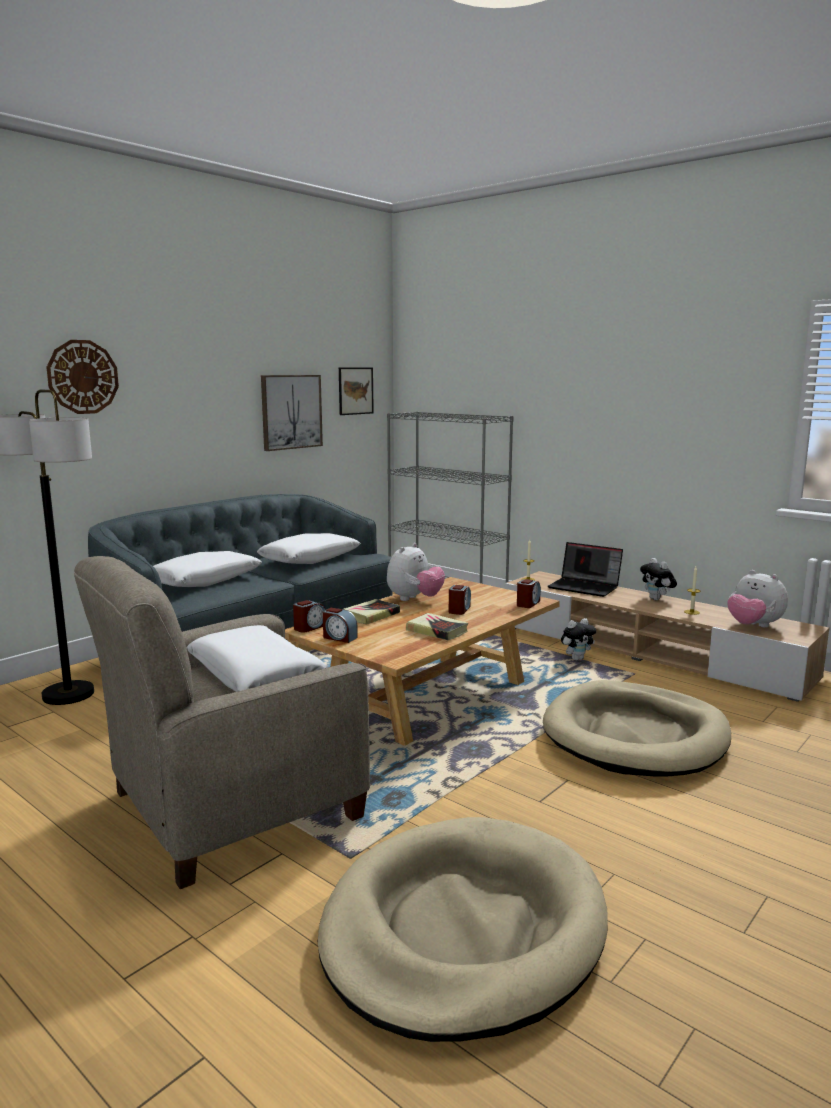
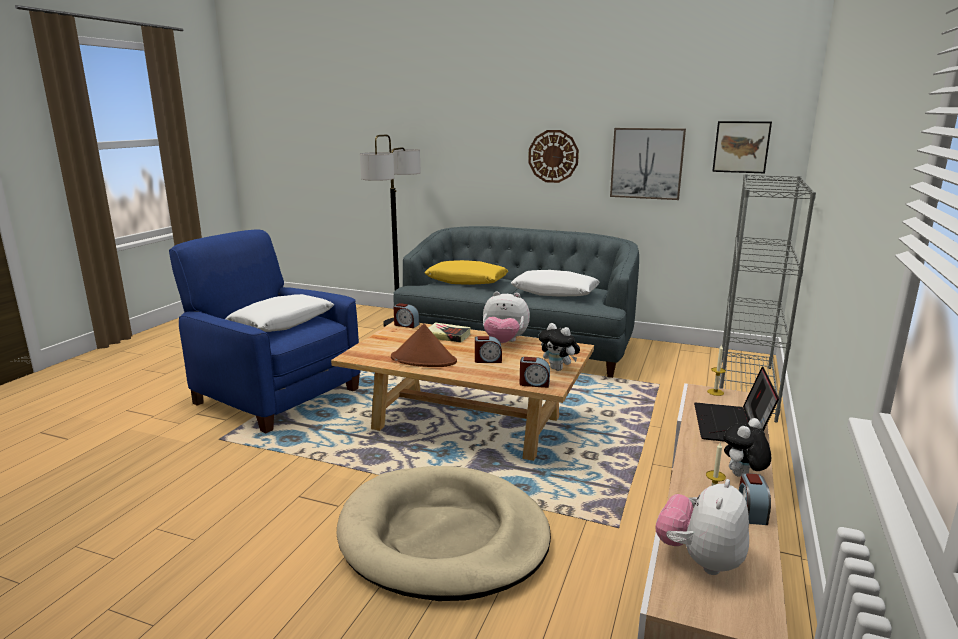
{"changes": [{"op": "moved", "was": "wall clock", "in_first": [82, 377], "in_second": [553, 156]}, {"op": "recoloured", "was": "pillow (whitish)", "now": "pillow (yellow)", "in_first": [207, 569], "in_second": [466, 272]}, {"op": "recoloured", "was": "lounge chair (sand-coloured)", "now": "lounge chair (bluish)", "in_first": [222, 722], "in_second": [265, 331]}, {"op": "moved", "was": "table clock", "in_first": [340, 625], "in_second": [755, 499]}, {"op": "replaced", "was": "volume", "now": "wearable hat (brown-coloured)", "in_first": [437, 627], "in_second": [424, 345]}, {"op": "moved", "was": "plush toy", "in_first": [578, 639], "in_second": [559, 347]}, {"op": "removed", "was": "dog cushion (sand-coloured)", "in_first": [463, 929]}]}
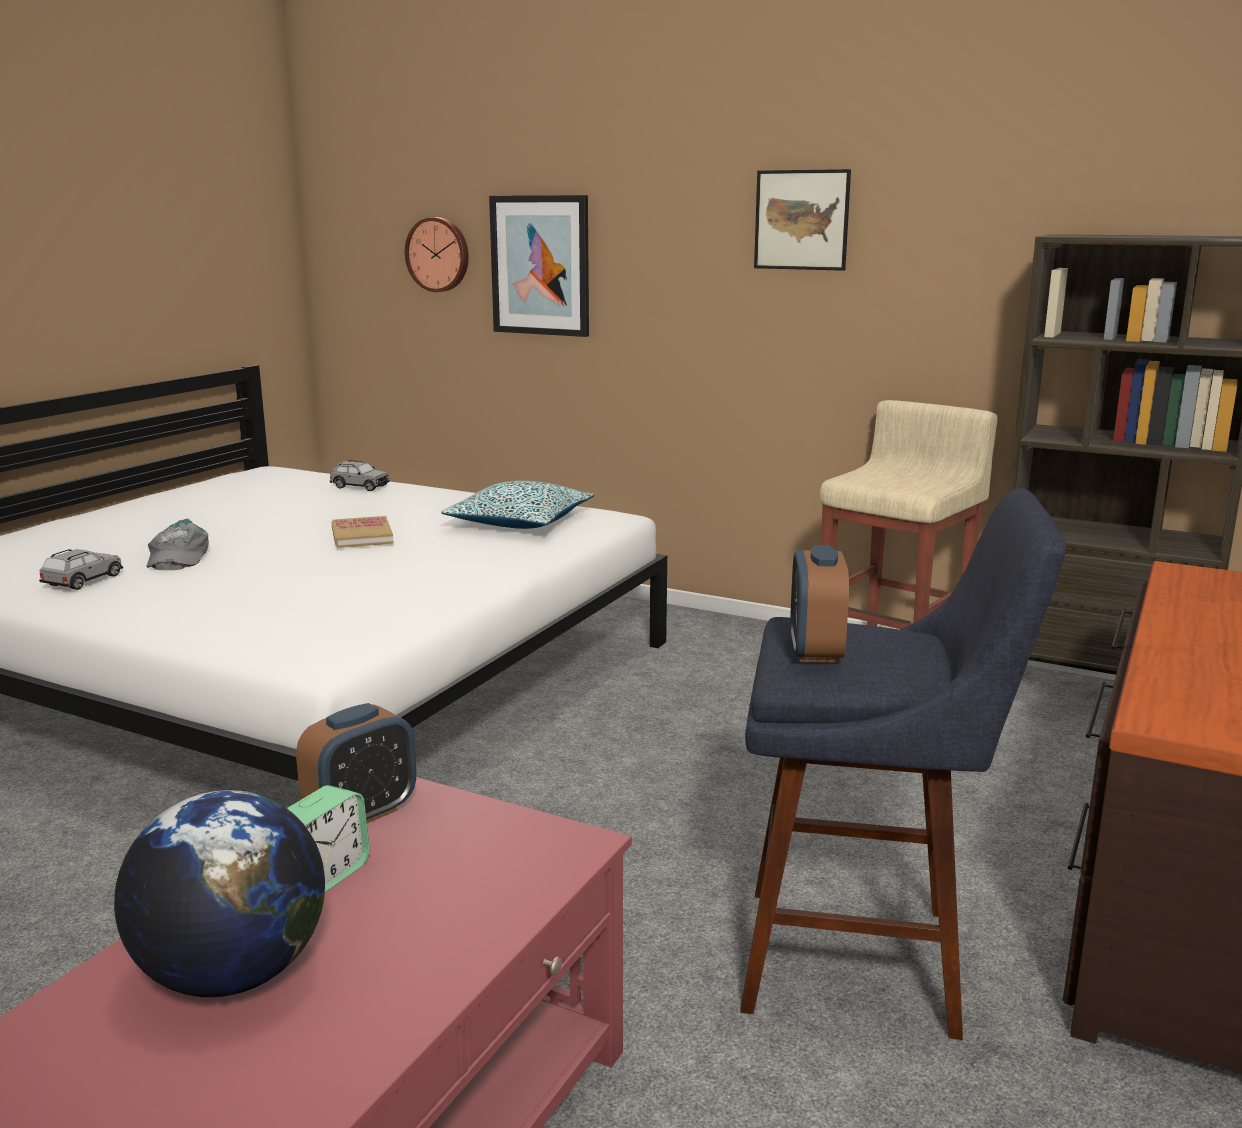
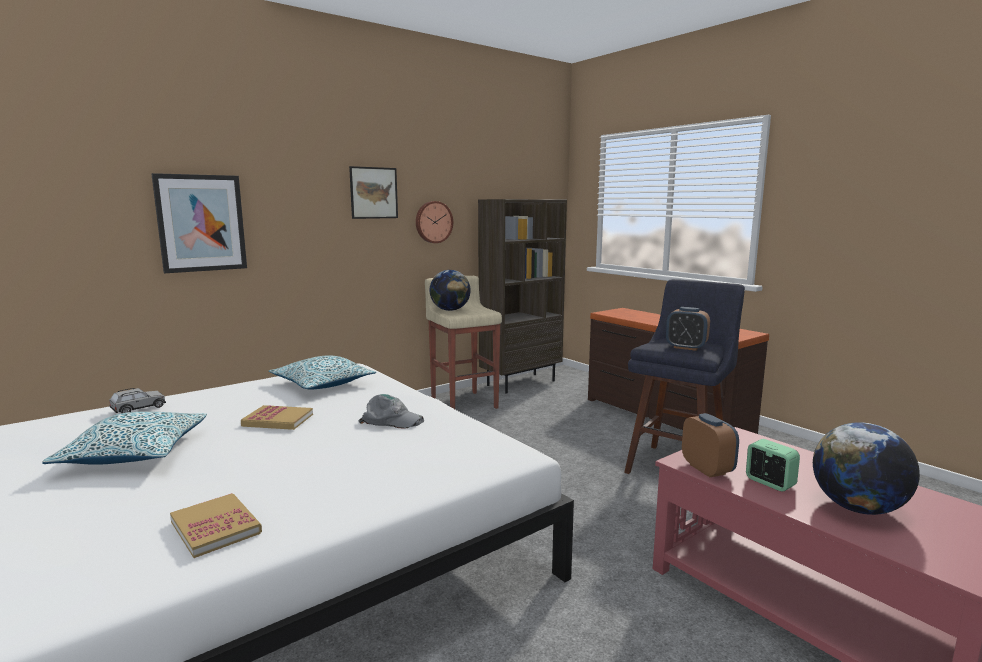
{"changes": [{"op": "moved", "was": "wall clock", "in_first": [437, 254], "in_second": [434, 222]}, {"op": "moved", "was": "cap (greyish)", "in_first": [177, 544], "in_second": [391, 411]}, {"op": "replaced", "was": "model car (greyish)", "now": "volume", "in_first": [81, 569], "in_second": [216, 525]}, {"op": "added", "now": "world globe", "in_second": [450, 290]}, {"op": "added", "now": "pillow", "in_second": [124, 438]}]}
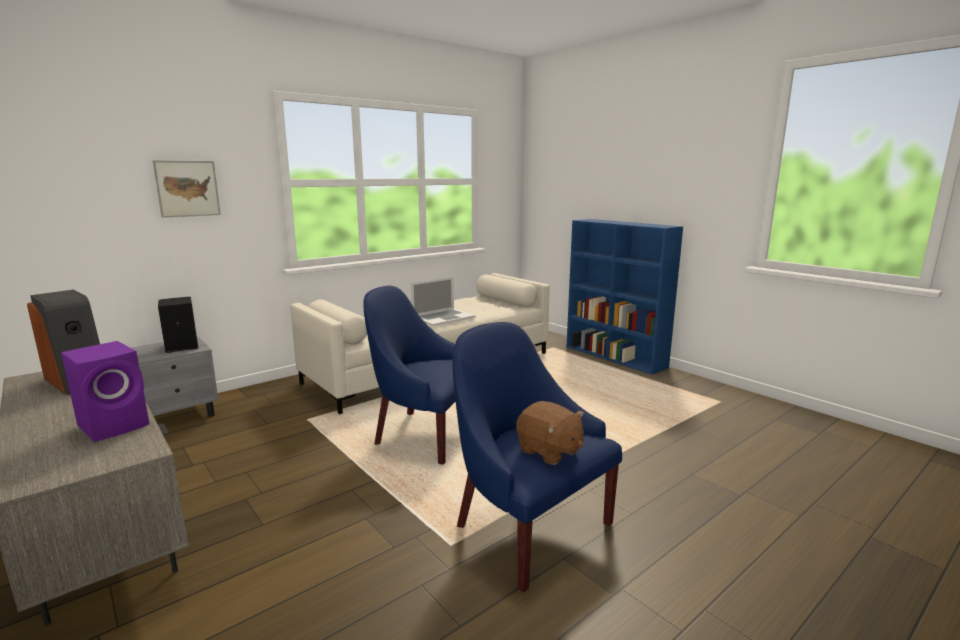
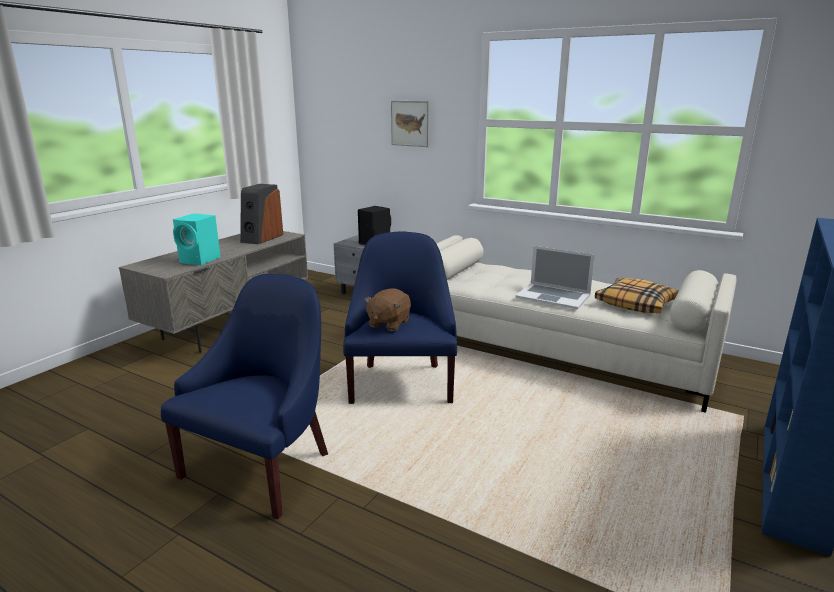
{"changes": [{"op": "recoloured", "was": "loudspeaker (purple-coloured)", "now": "loudspeaker (turquoise-coloured)", "in_first": [105, 391], "in_second": [197, 239]}, {"op": "moved", "was": "plush toy (brown-coloured)", "in_first": [550, 433], "in_second": [388, 309]}, {"op": "added", "now": "pillow", "in_second": [637, 295]}]}
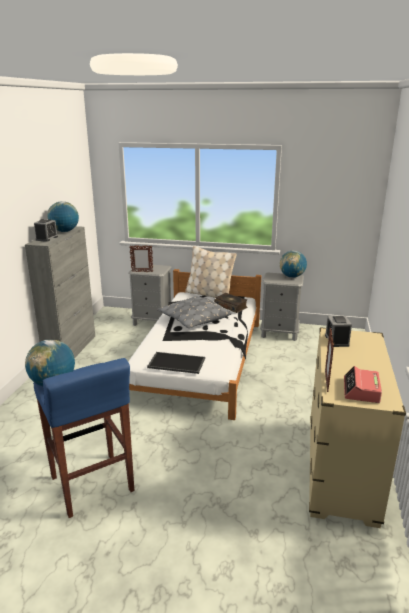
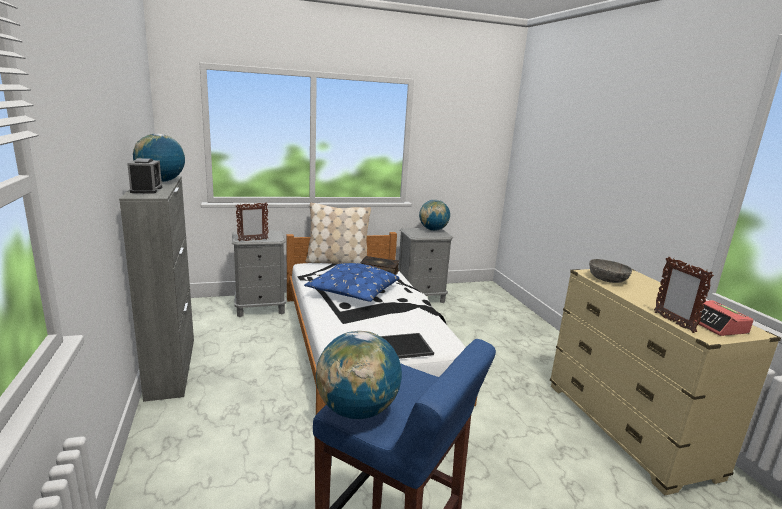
{"changes": [{"op": "recoloured", "was": "pillow (greyish)", "now": "pillow (bluish)", "in_first": [194, 312], "in_second": [352, 282]}, {"op": "replaced", "was": "table clock", "now": "serving bowl (greyish)", "in_first": [338, 331], "in_second": [610, 271]}]}
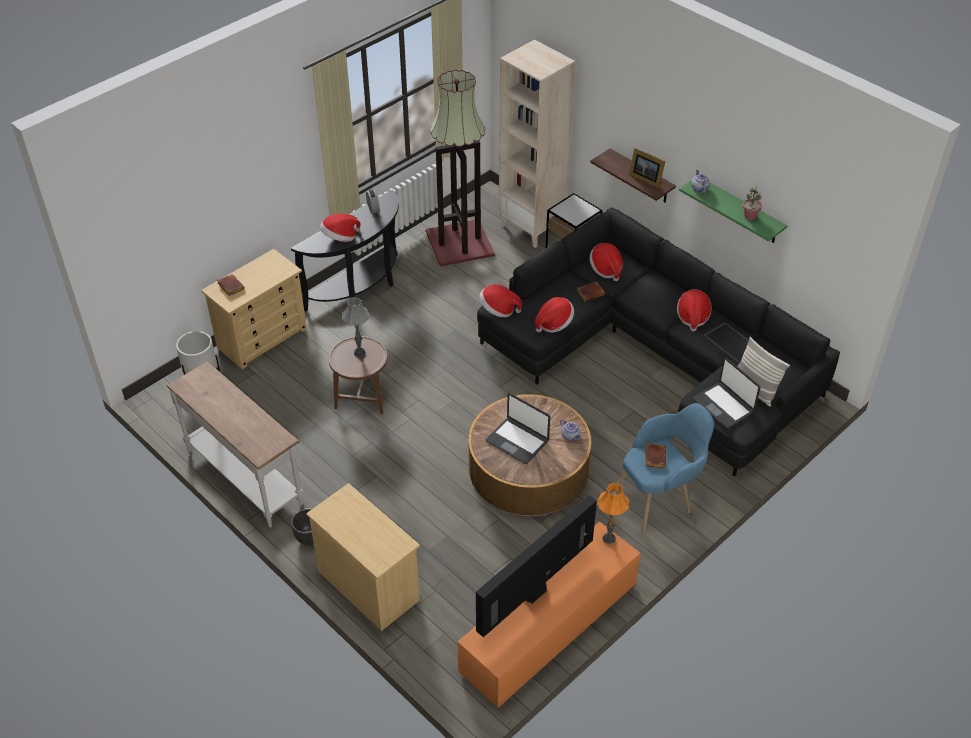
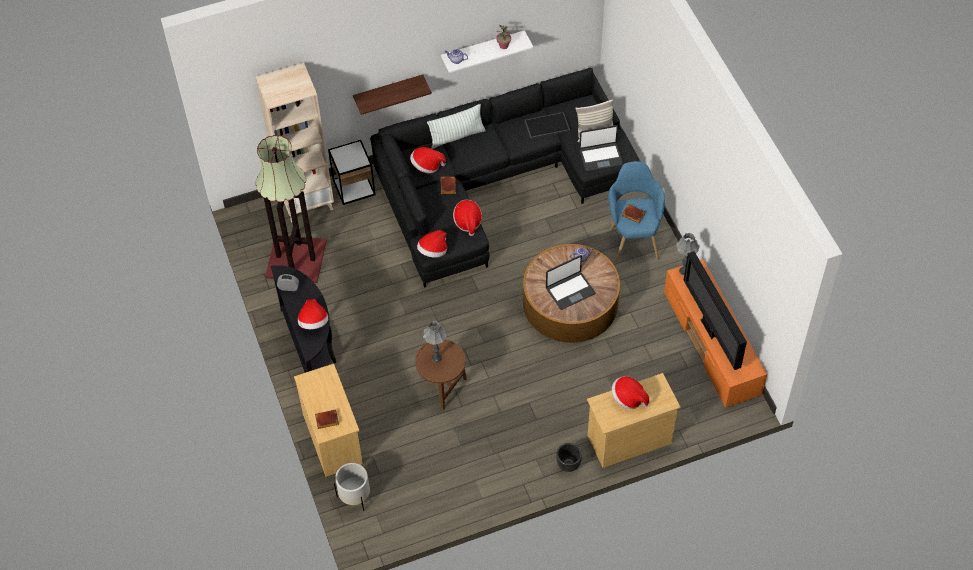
{"changes": [{"op": "removed", "was": "photo frame", "in_first": [647, 168]}, {"op": "recoloured", "was": "bracket shelf (green-coloured)", "now": "bracket shelf (whitish)", "in_first": [733, 211], "in_second": [487, 51]}, {"op": "moved", "was": "wearable hat", "in_first": [694, 310], "in_second": [630, 392]}, {"op": "removed", "was": "console table (whitish)", "in_first": [235, 444]}, {"op": "recoloured", "was": "table lamp (orangey)", "now": "table lamp (greyish)", "in_first": [613, 513], "in_second": [688, 254]}, {"op": "added", "now": "pillow", "in_second": [456, 126]}]}
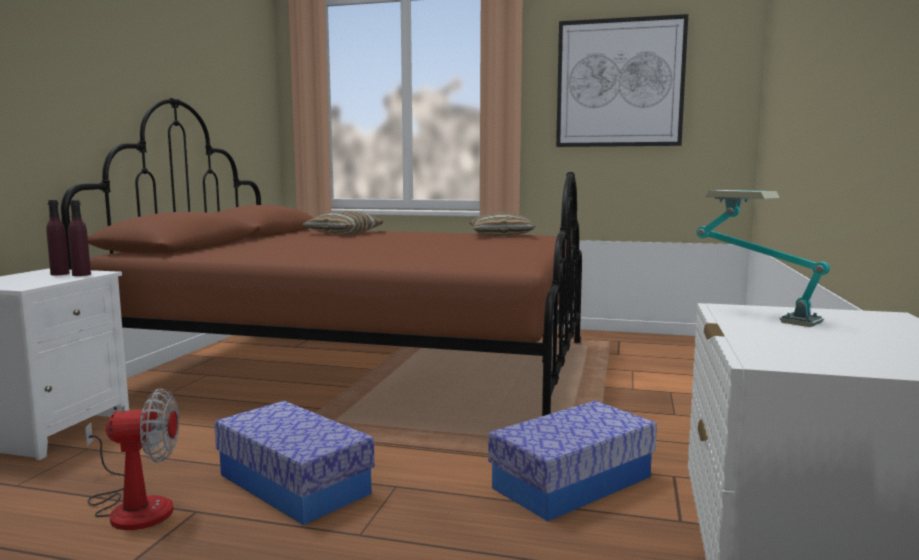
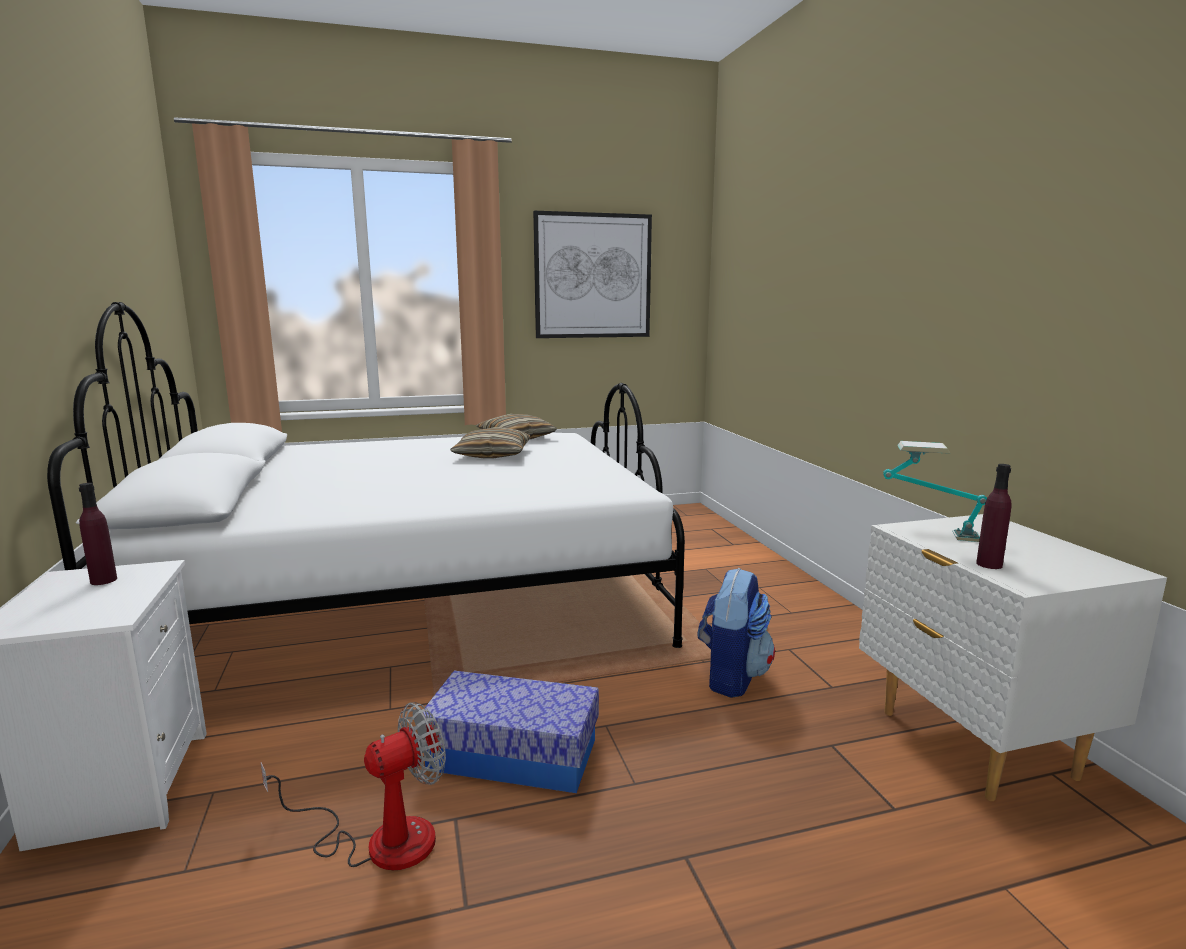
{"changes": [{"op": "recoloured", "was": "sleeping bed (brown-coloured)", "now": "sleeping bed (whitish)", "in_first": [321, 257], "in_second": [366, 475]}, {"op": "moved", "was": "bottle (purple-coloured)", "in_first": [79, 238], "in_second": [993, 516]}, {"op": "moved", "was": "pillow", "in_first": [343, 223], "in_second": [490, 443]}, {"op": "replaced", "was": "storage container", "now": "knapsack", "in_first": [572, 461], "in_second": [736, 633]}]}
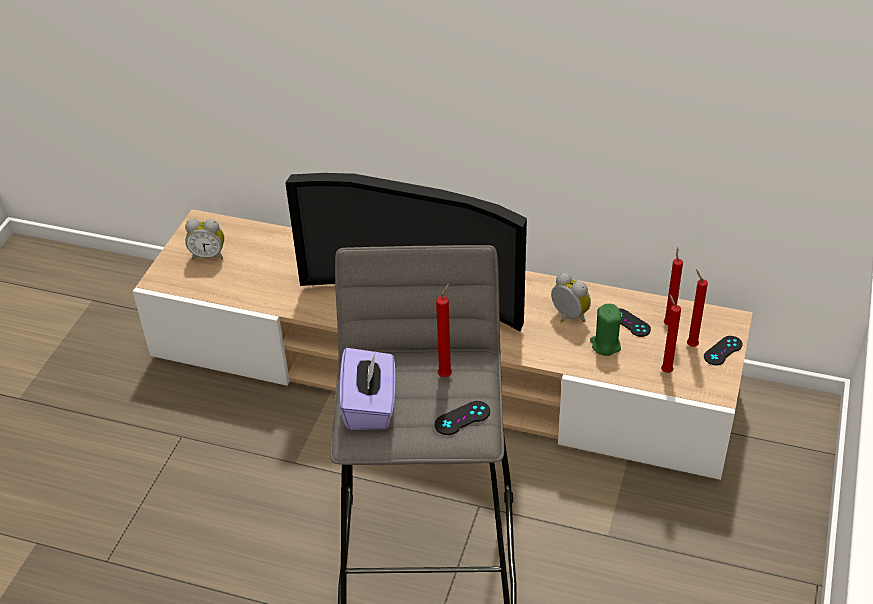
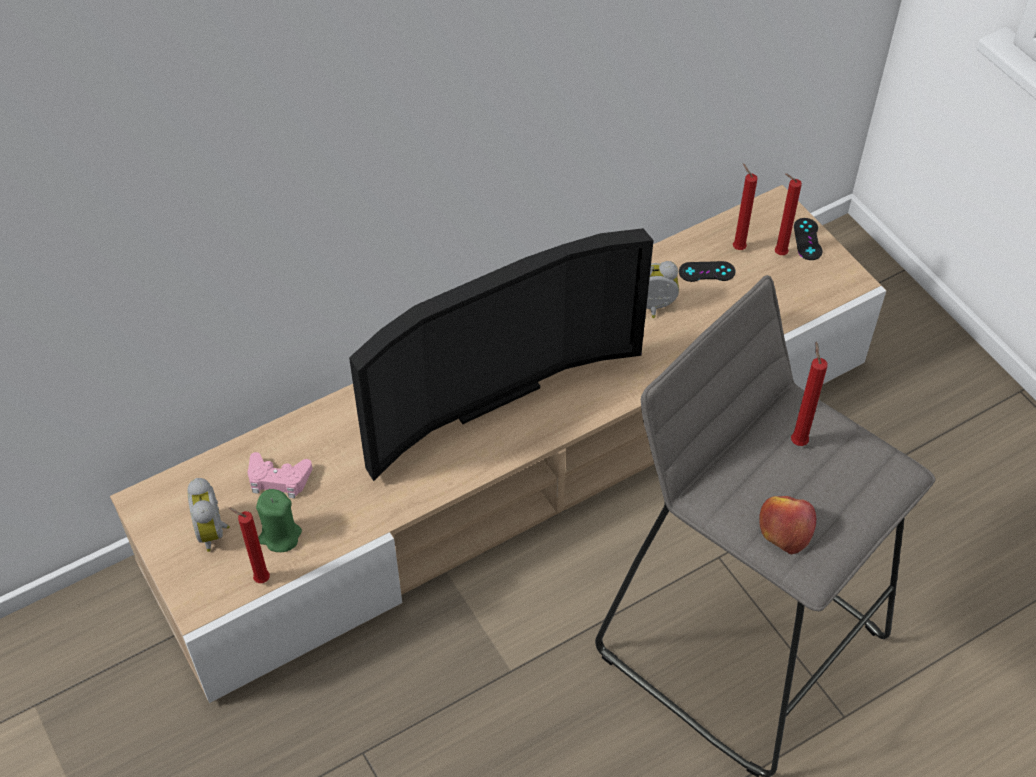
{"changes": [{"op": "turned", "was": "table clock", "in_first": [204, 239], "in_second": [209, 515], "clockwise": 120}, {"op": "moved", "was": "wax light (reddish)", "in_first": [671, 334], "in_second": [249, 545]}, {"op": "moved", "was": "wax light (green-coloured)", "in_first": [605, 330], "in_second": [279, 520]}, {"op": "replaced", "was": "tissue box (purple-coloured)", "now": "whole apple", "in_first": [367, 389], "in_second": [787, 525]}, {"op": "removed", "was": "gamepad (black-coloured)", "in_first": [462, 418]}, {"op": "added", "now": "gamepad (pinkish)", "in_second": [280, 475]}]}
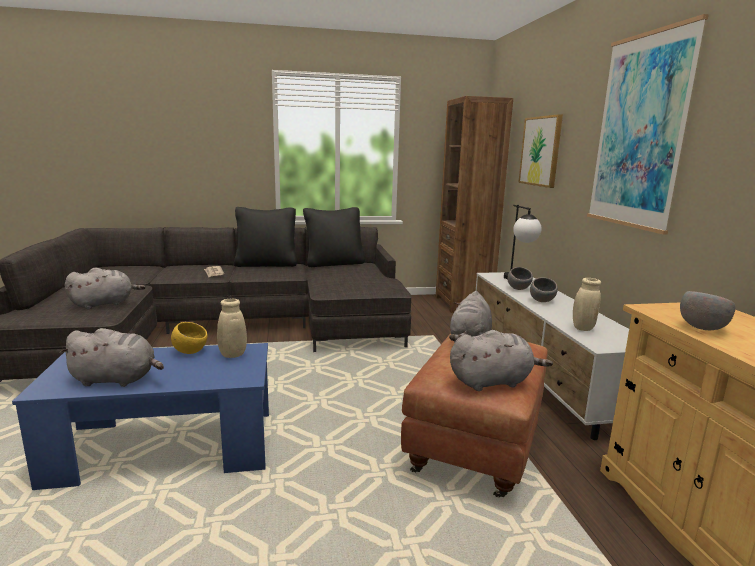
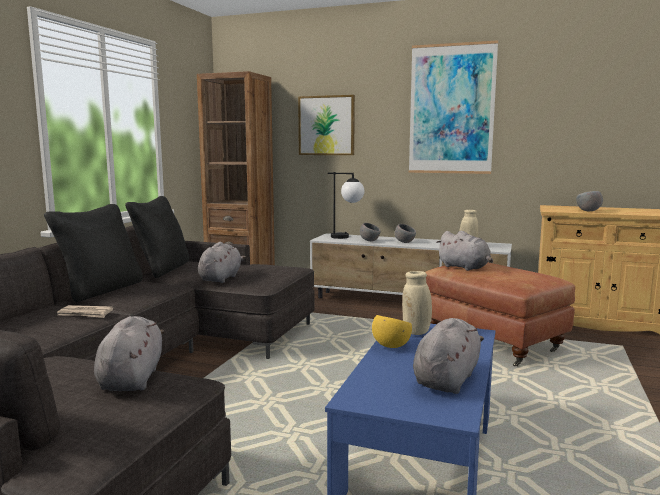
{"changes": [{"op": "moved", "was": "plush toy (greyish)", "in_first": [501, 360], "in_second": [222, 262]}]}
